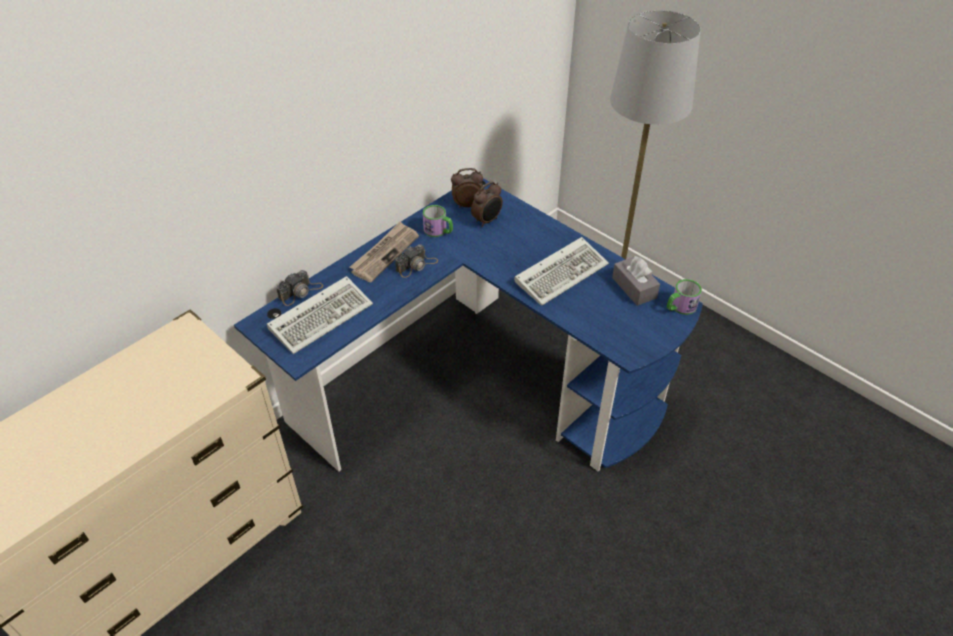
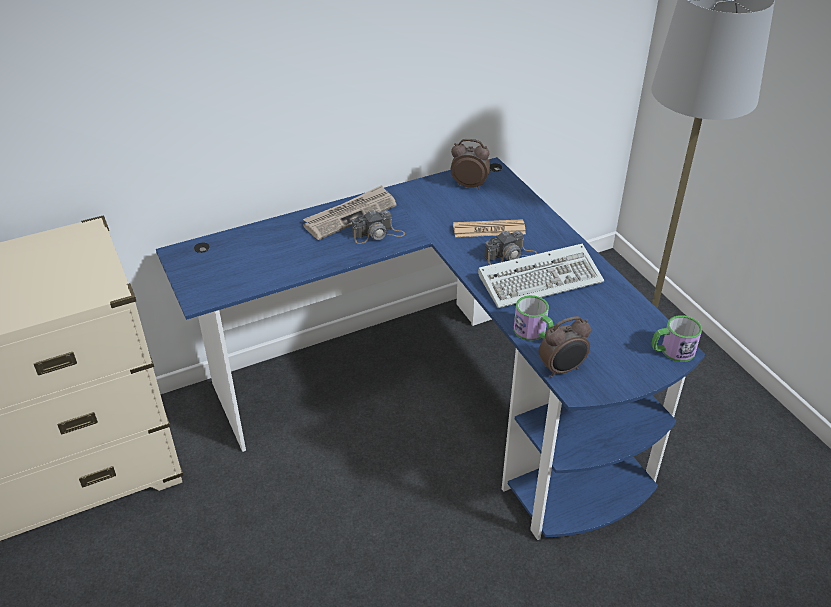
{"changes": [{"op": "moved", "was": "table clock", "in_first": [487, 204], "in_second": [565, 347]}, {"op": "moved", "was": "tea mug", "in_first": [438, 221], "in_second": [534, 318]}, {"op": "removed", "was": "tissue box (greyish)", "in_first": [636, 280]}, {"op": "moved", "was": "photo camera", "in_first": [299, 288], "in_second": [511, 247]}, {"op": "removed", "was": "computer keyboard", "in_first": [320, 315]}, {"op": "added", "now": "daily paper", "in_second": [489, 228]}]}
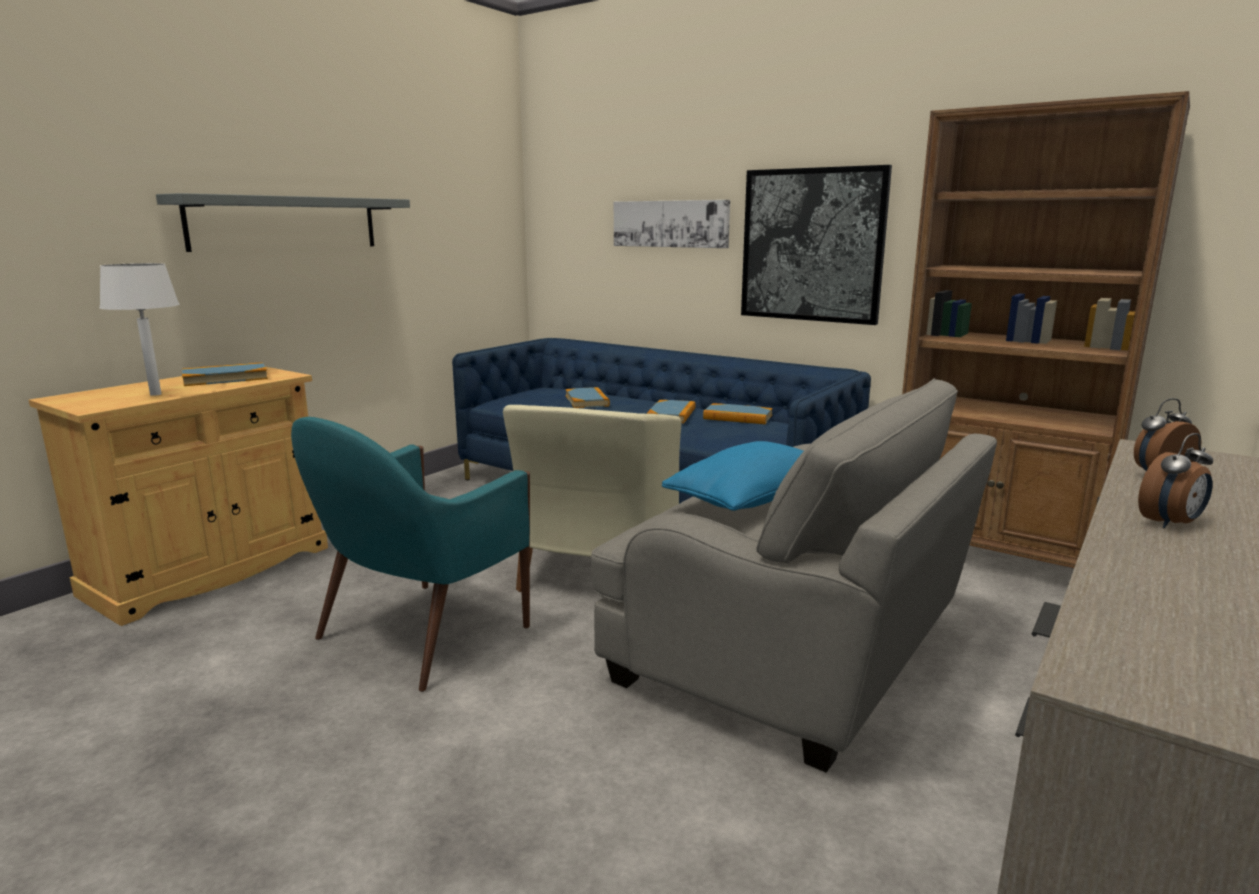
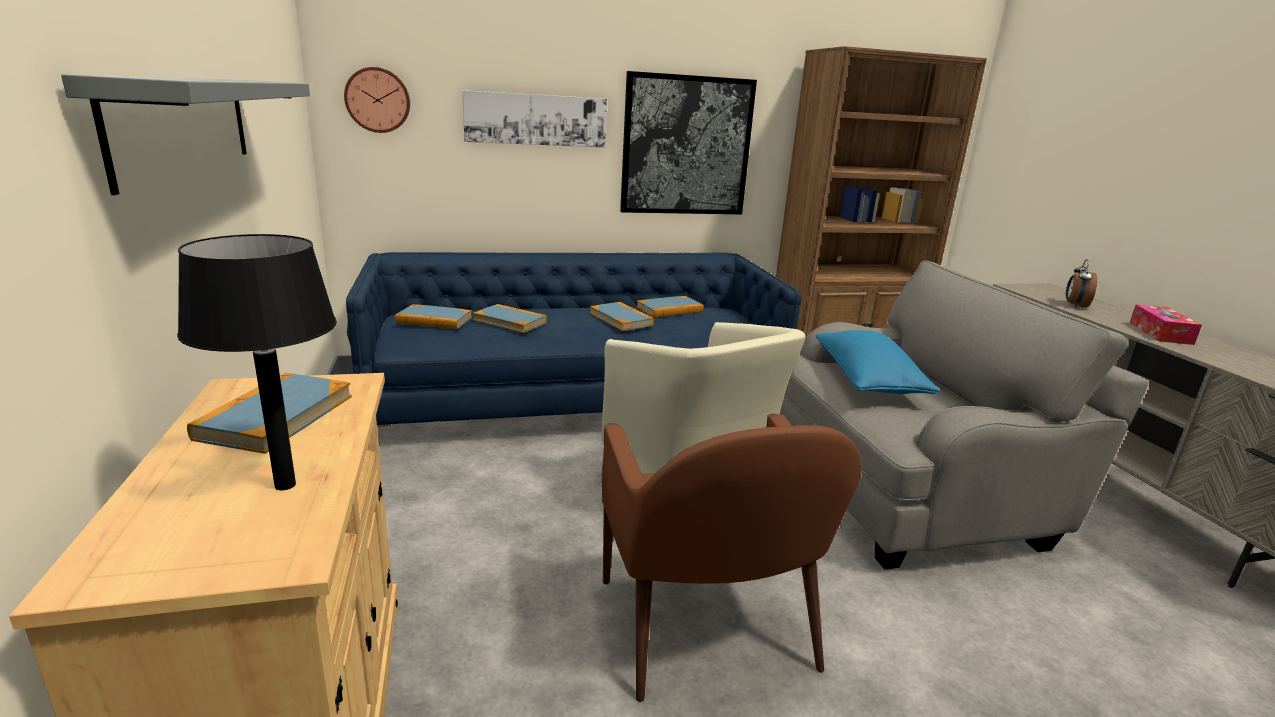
{"changes": [{"op": "recoloured", "was": "table lamp (whitish)", "now": "table lamp (black-coloured)", "in_first": [139, 329], "in_second": [257, 362]}, {"op": "recoloured", "was": "lounge chair (turquoise-coloured)", "now": "lounge chair (brown-coloured)", "in_first": [410, 554], "in_second": [731, 558]}, {"op": "replaced", "was": "table clock", "now": "tissue box", "in_first": [1175, 480], "in_second": [1166, 324]}, {"op": "added", "now": "wall clock", "in_second": [377, 100]}, {"op": "added", "now": "volume", "in_second": [433, 316]}]}
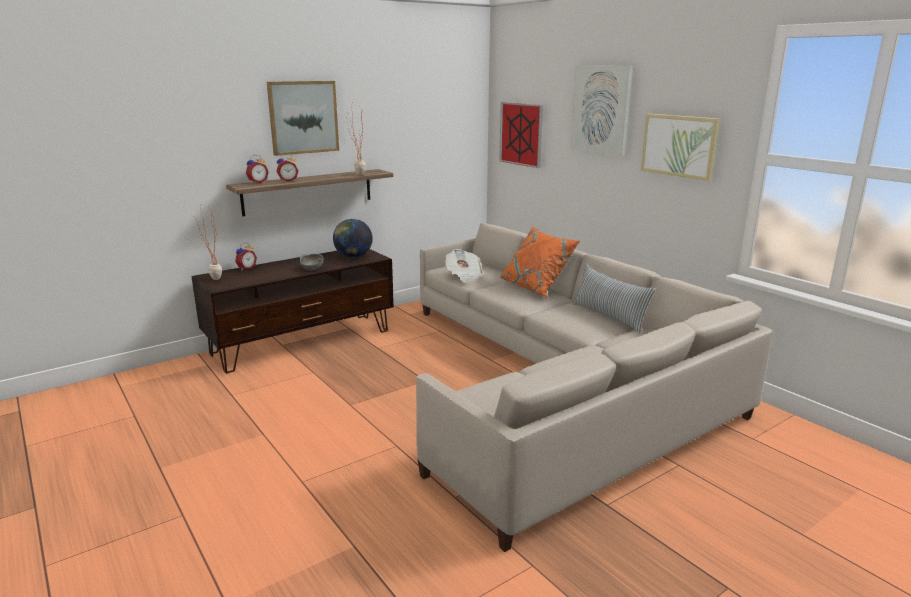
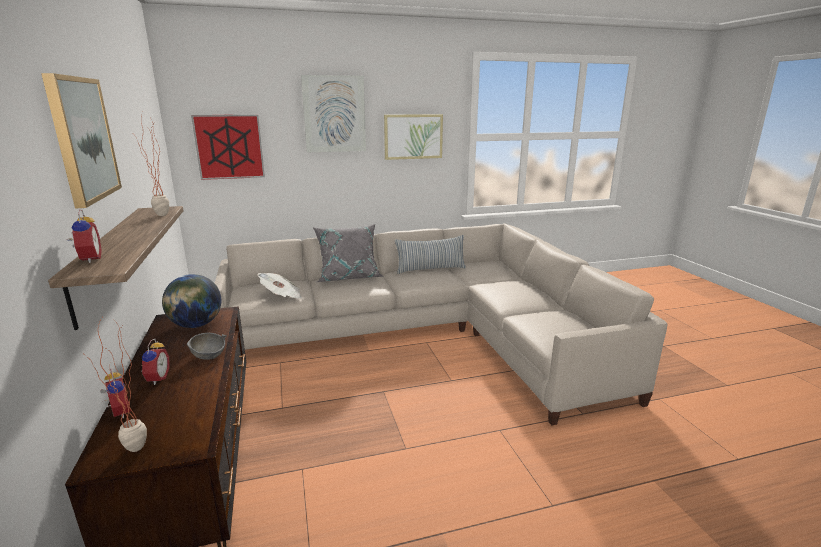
{"changes": [{"op": "moved", "was": "table clock", "in_first": [287, 167], "in_second": [155, 362]}, {"op": "recoloured", "was": "pillow (orangey)", "now": "pillow (greyish)", "in_first": [539, 262], "in_second": [348, 253]}]}
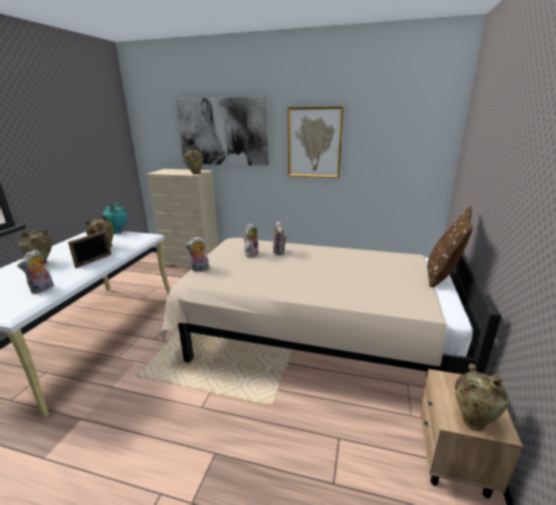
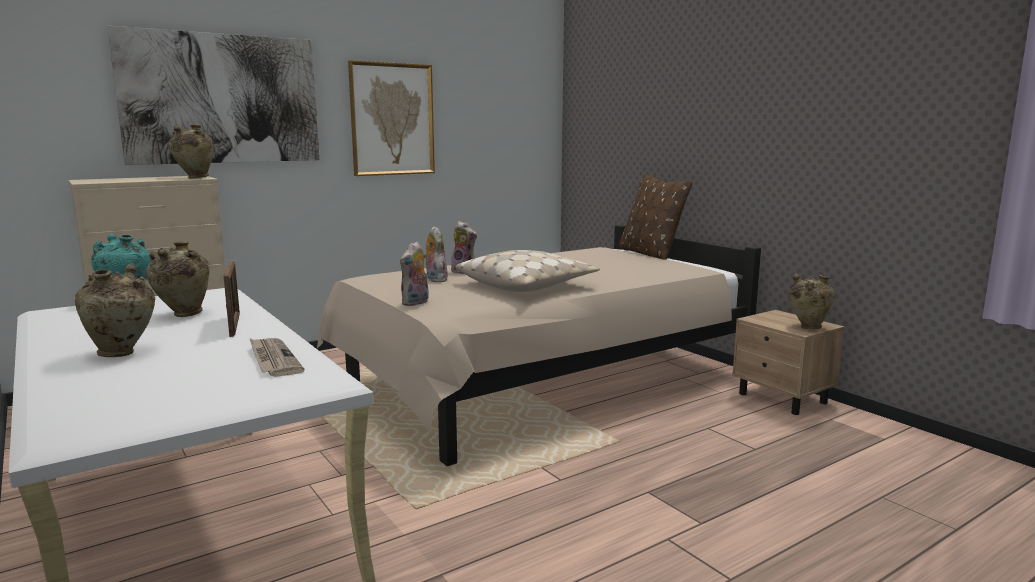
{"changes": [{"op": "replaced", "was": "plush toy", "now": "daily paper", "in_first": [35, 271], "in_second": [276, 357]}, {"op": "added", "now": "pillow (sand-coloured)", "in_second": [528, 271]}]}
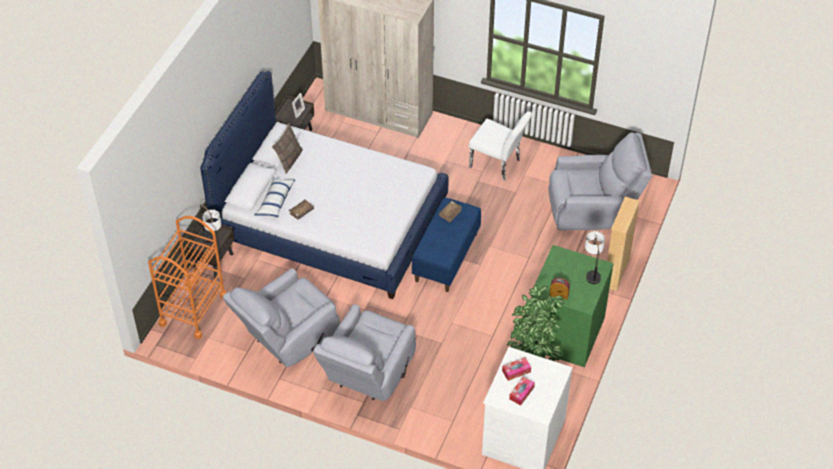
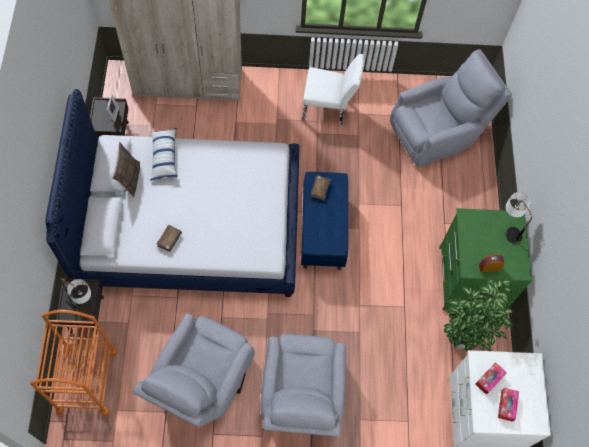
{"changes": [{"op": "moved", "was": "pillow", "in_first": [275, 197], "in_second": [163, 154]}, {"op": "removed", "was": "bookcase (sand-coloured)", "in_first": [623, 244]}]}
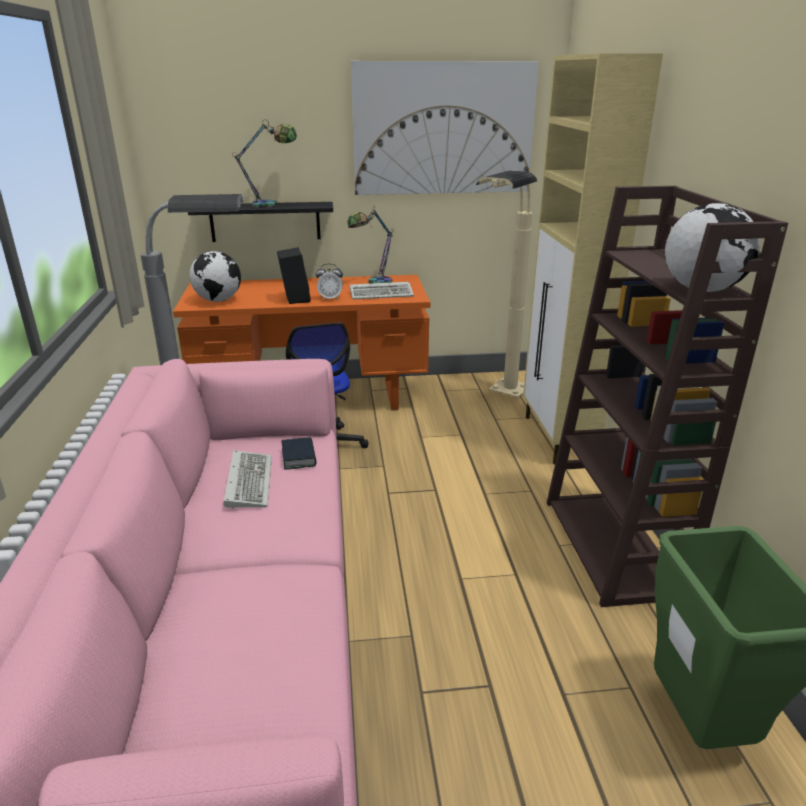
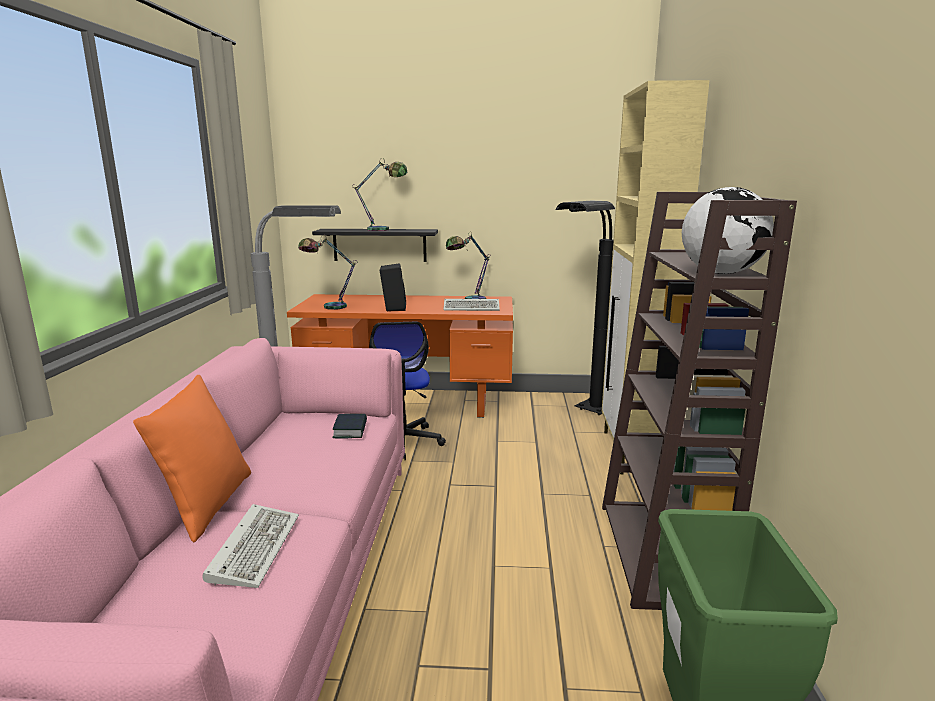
{"changes": [{"op": "removed", "was": "wall picture", "in_first": [445, 128]}, {"op": "recoloured", "was": "standard lamp (sand-coloured)", "now": "standard lamp (black-coloured)", "in_first": [506, 284], "in_second": [585, 308]}, {"op": "replaced", "was": "world globe", "now": "table lamp", "in_first": [215, 276], "in_second": [327, 272]}, {"op": "removed", "was": "table clock", "in_first": [329, 282]}, {"op": "moved", "was": "computer keyboard", "in_first": [247, 479], "in_second": [250, 546]}, {"op": "added", "now": "pillow (orangey)", "in_second": [192, 458]}]}
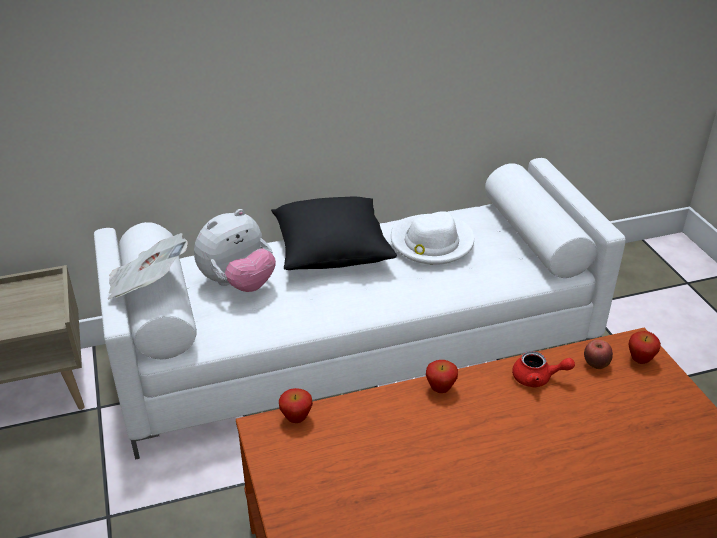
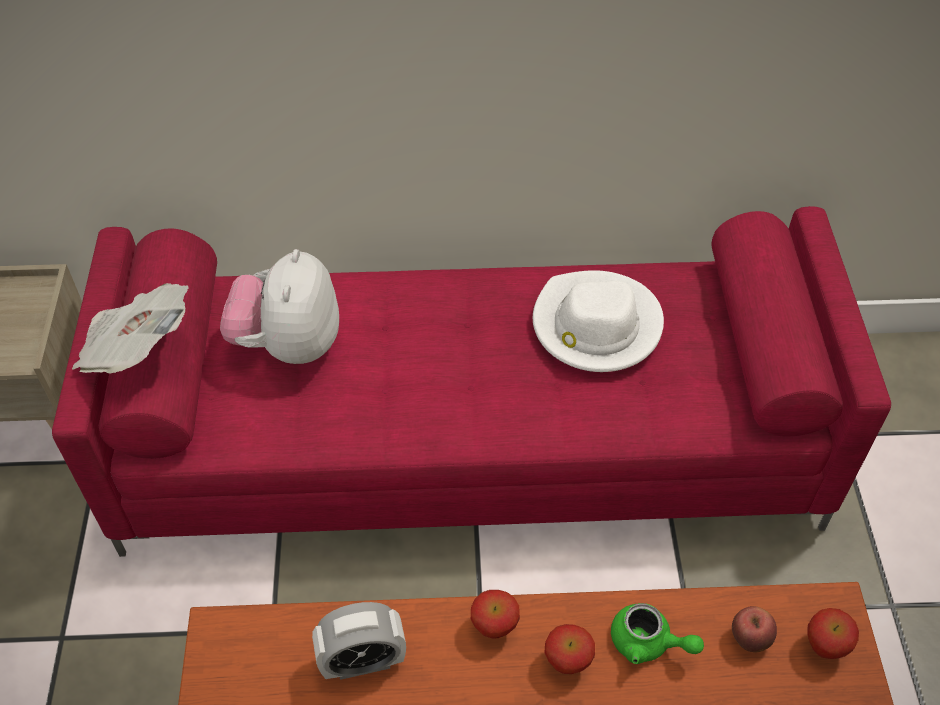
{"changes": [{"op": "recoloured", "was": "couch (whitish)", "now": "couch (reddish)", "in_first": [360, 309], "in_second": [471, 381]}, {"op": "removed", "was": "pillow (black-coloured)", "in_first": [334, 233]}, {"op": "turned", "was": "plush toy", "in_first": [235, 250], "in_second": [279, 306], "clockwise": 120}, {"op": "recoloured", "was": "pot for tea (reddish)", "now": "pot for tea (green-coloured)", "in_first": [543, 369], "in_second": [657, 633]}, {"op": "moved", "was": "whole apple", "in_first": [296, 405], "in_second": [569, 649]}, {"op": "added", "now": "table clock", "in_second": [359, 641]}]}
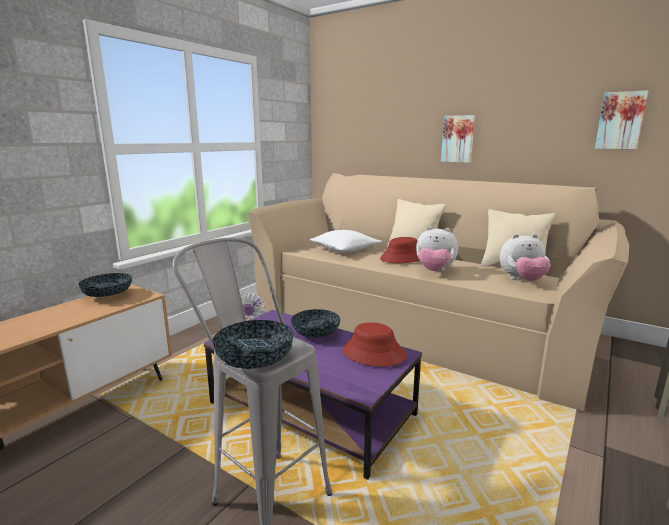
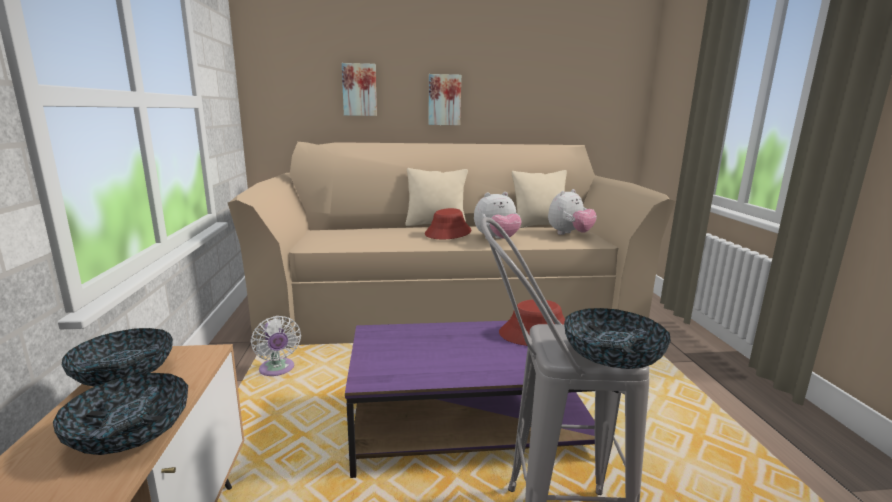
{"changes": [{"op": "moved", "was": "wall picture", "in_first": [621, 119], "in_second": [359, 89]}, {"op": "removed", "was": "pillow (whitish)", "in_first": [346, 241]}, {"op": "moved", "was": "serving bowl", "in_first": [315, 323], "in_second": [120, 414]}]}
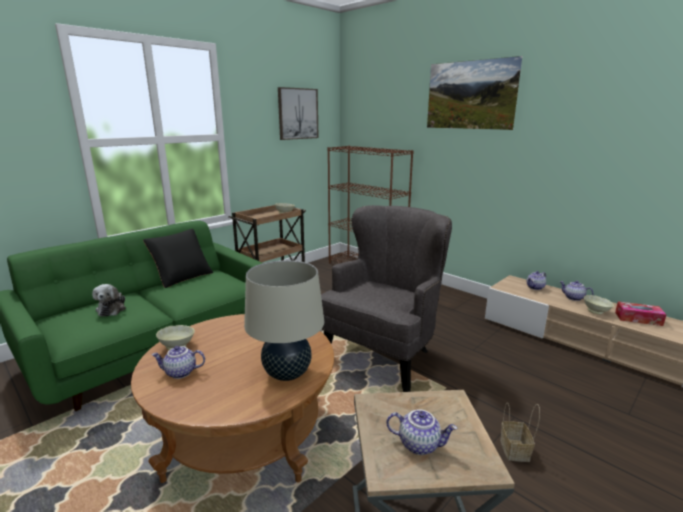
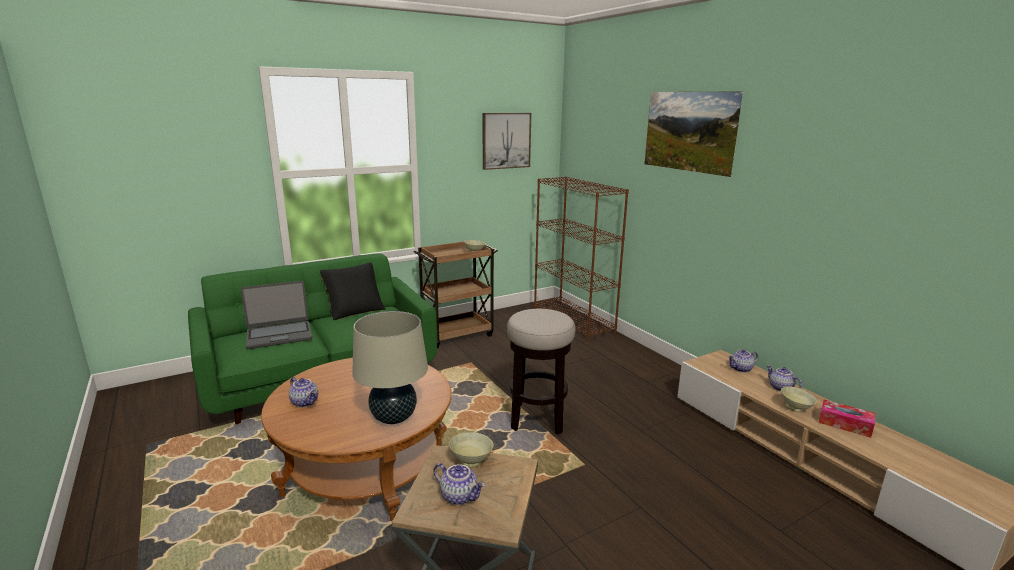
{"changes": [{"op": "replaced", "was": "lounge chair (greyish)", "now": "stool", "in_first": [386, 298], "in_second": [541, 372]}, {"op": "replaced", "was": "plush toy", "now": "laptop", "in_first": [109, 300], "in_second": [276, 315]}, {"op": "moved", "was": "serving bowl (sand-coloured)", "in_first": [175, 337], "in_second": [471, 450]}, {"op": "turned", "was": "pot for tea", "in_first": [178, 362], "in_second": [303, 392], "clockwise": -150}, {"op": "removed", "was": "basket", "in_first": [520, 432]}]}
